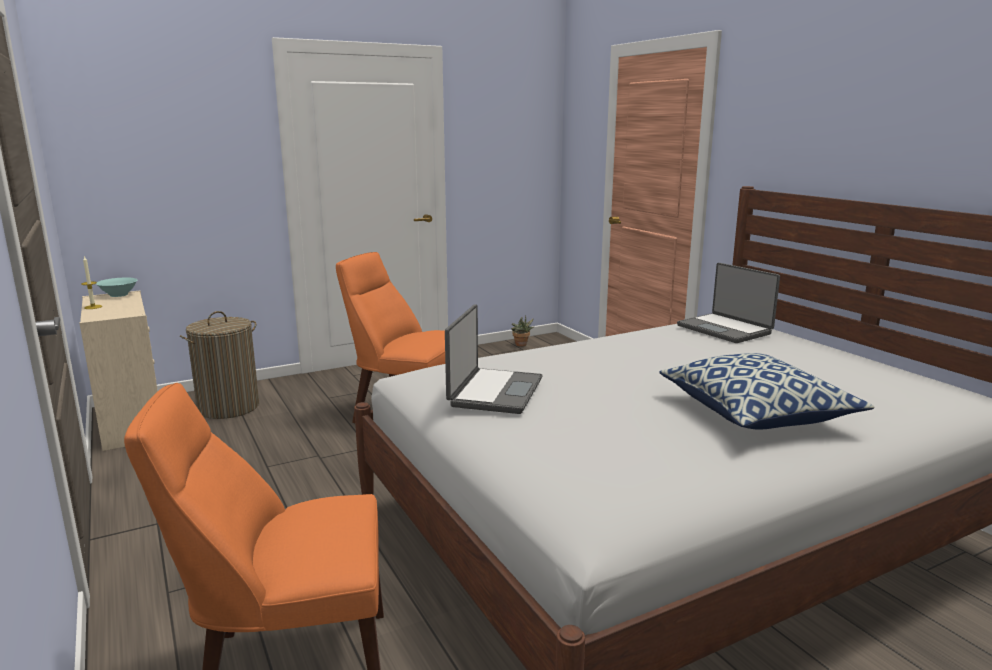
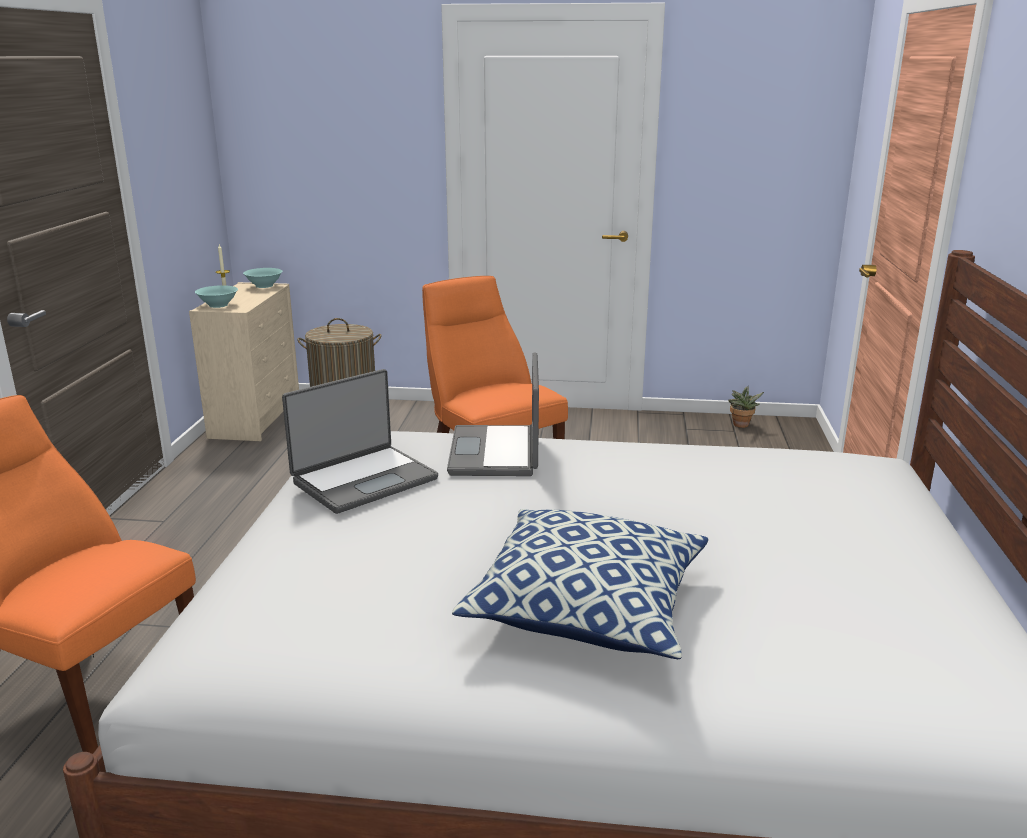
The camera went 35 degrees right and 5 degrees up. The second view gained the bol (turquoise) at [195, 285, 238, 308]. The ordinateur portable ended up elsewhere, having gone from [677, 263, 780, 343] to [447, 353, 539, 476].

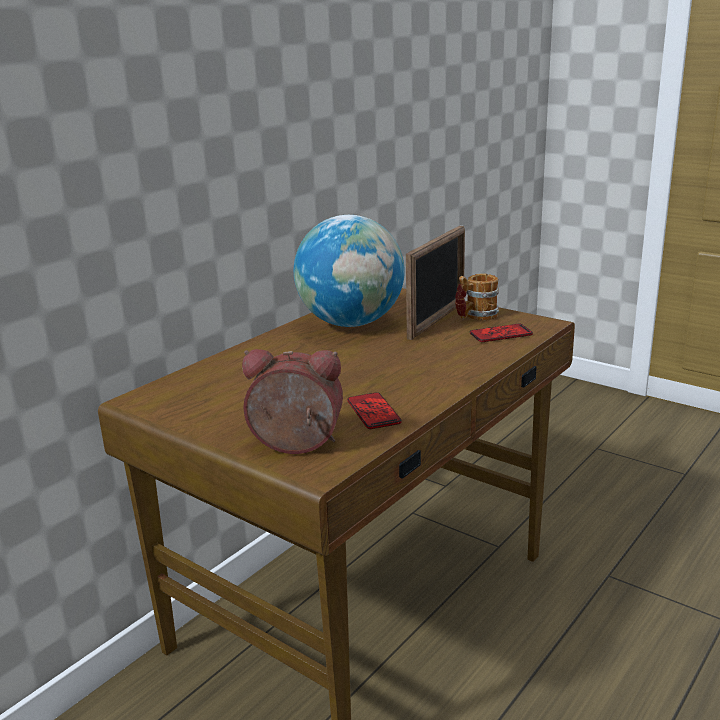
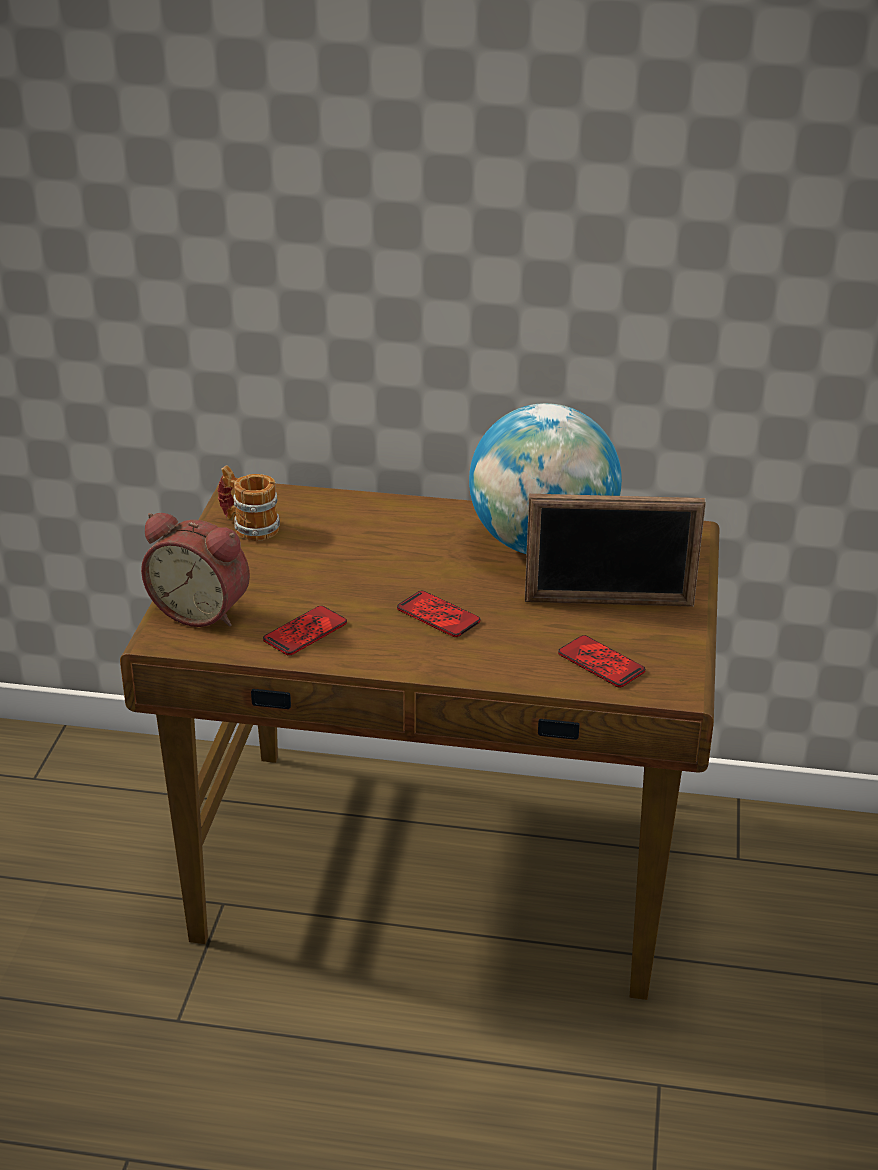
The camera went 60 degrees right and 10 degrees up. The réveil at [242, 349, 343, 454] ended up facing another way, 135 degrees clockwise from before. The mug ended up elsewhere, having gone from [455, 273, 499, 321] to [217, 465, 280, 541]. The second view gained the téléphone at [397, 591, 480, 637].

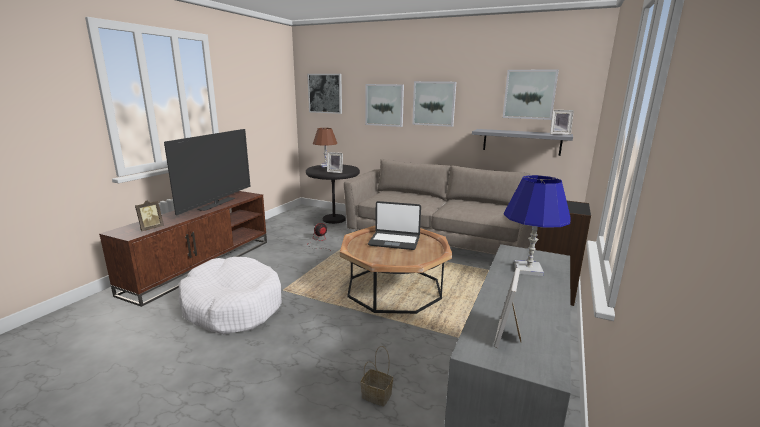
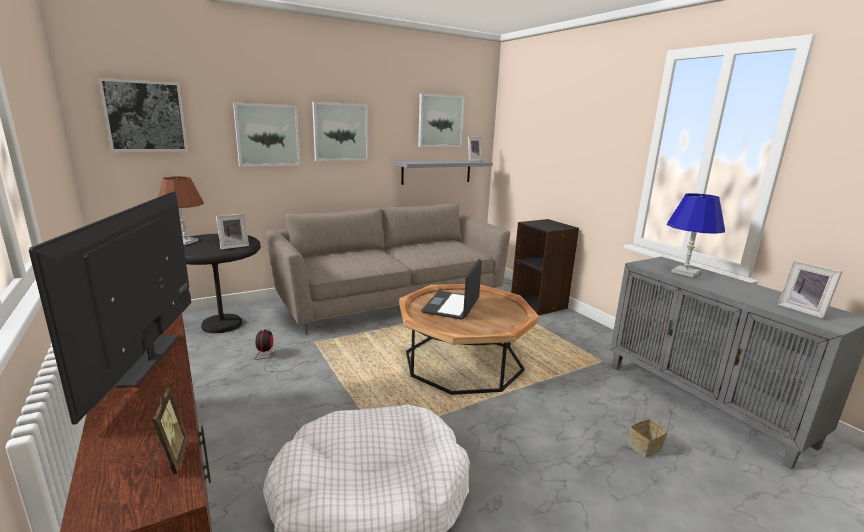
The camera went 55 degrees left and 0 degrees up. The téléviseur at [164, 129, 250, 215] ended up facing another way, 150 degrees counterclockwise from before. The ordinateur portable at [368, 201, 421, 250] ended up facing another way, 150 degrees clockwise from before.

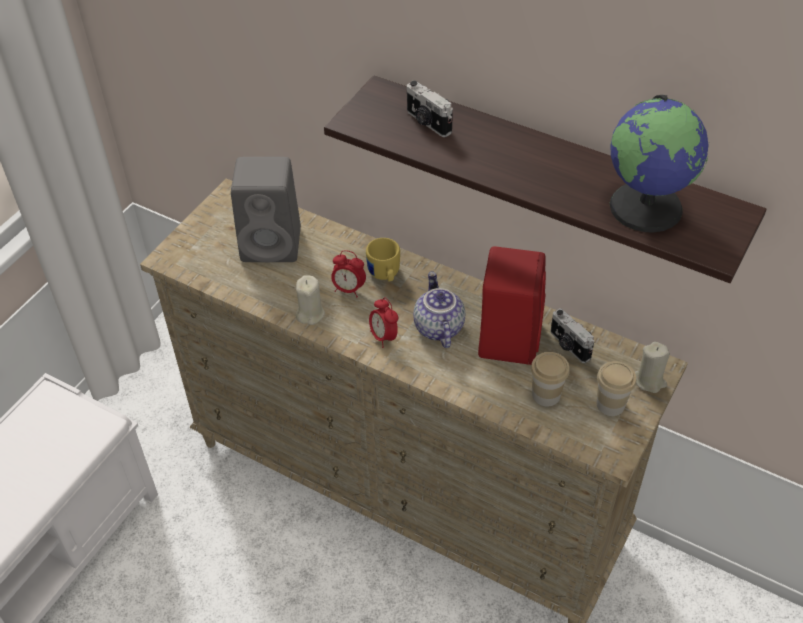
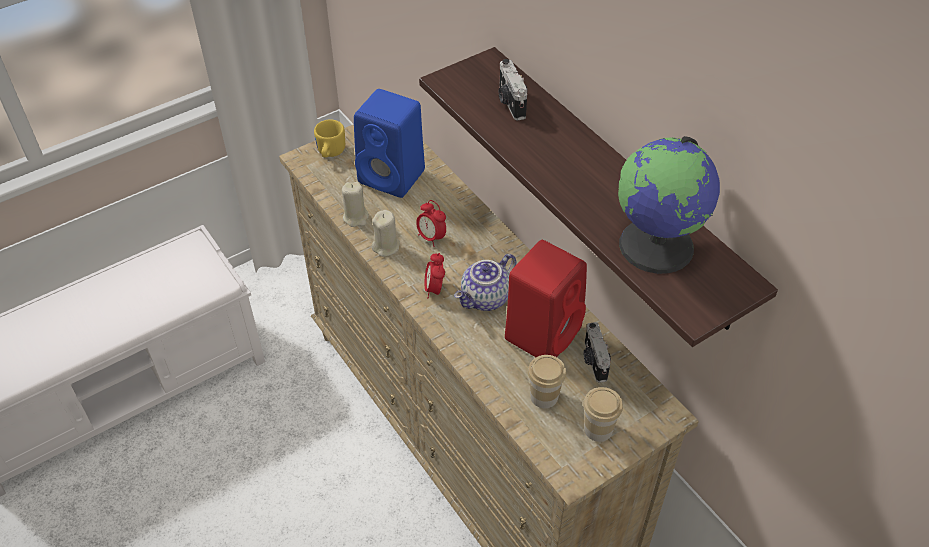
The camera went 25 degrees right and 0 degrees up. The mug (jaune) ended up elsewhere, having gone from [366, 238, 400, 281] to [314, 119, 345, 157]. The bougie (beige) ended up elsewhere, having gone from [635, 342, 670, 393] to [342, 182, 369, 227]. What was the enceinte (gris) at [231, 157, 301, 262] turned into the enceinte (bleu) at [354, 89, 425, 198]. The théière at [413, 272, 465, 348] ended up facing another way, 150 degrees counterclockwise from before.

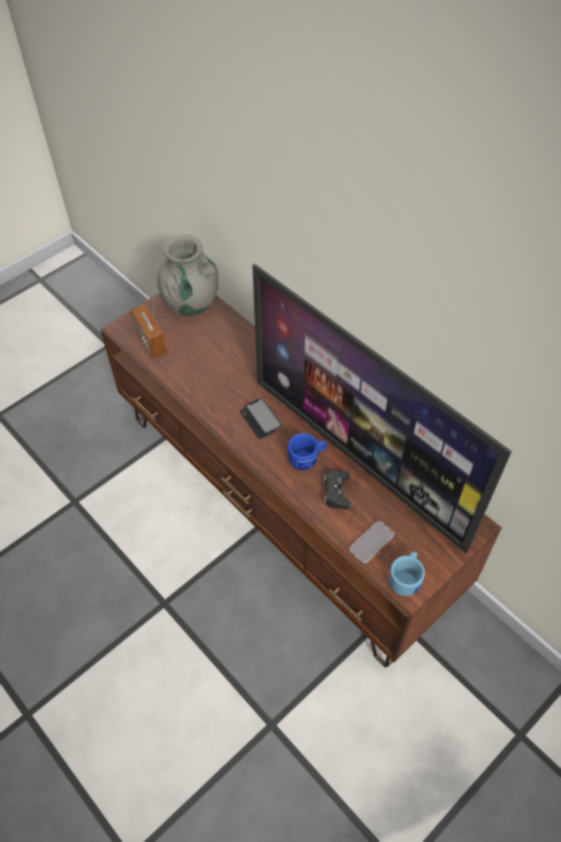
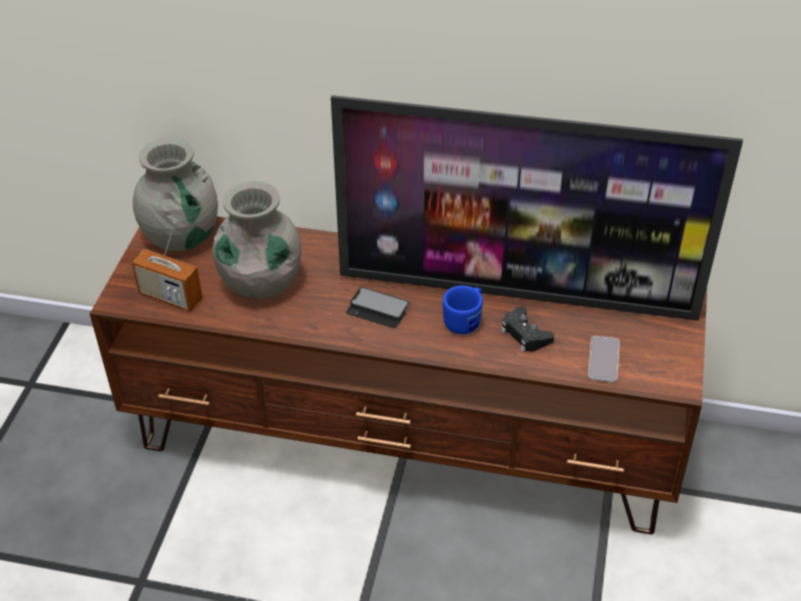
The camera went 35 degrees left and 10 degrees down. The second view gained the vase (gris) at [212, 181, 302, 299]. The second view lost the mug (bleu) at [389, 551, 425, 596].

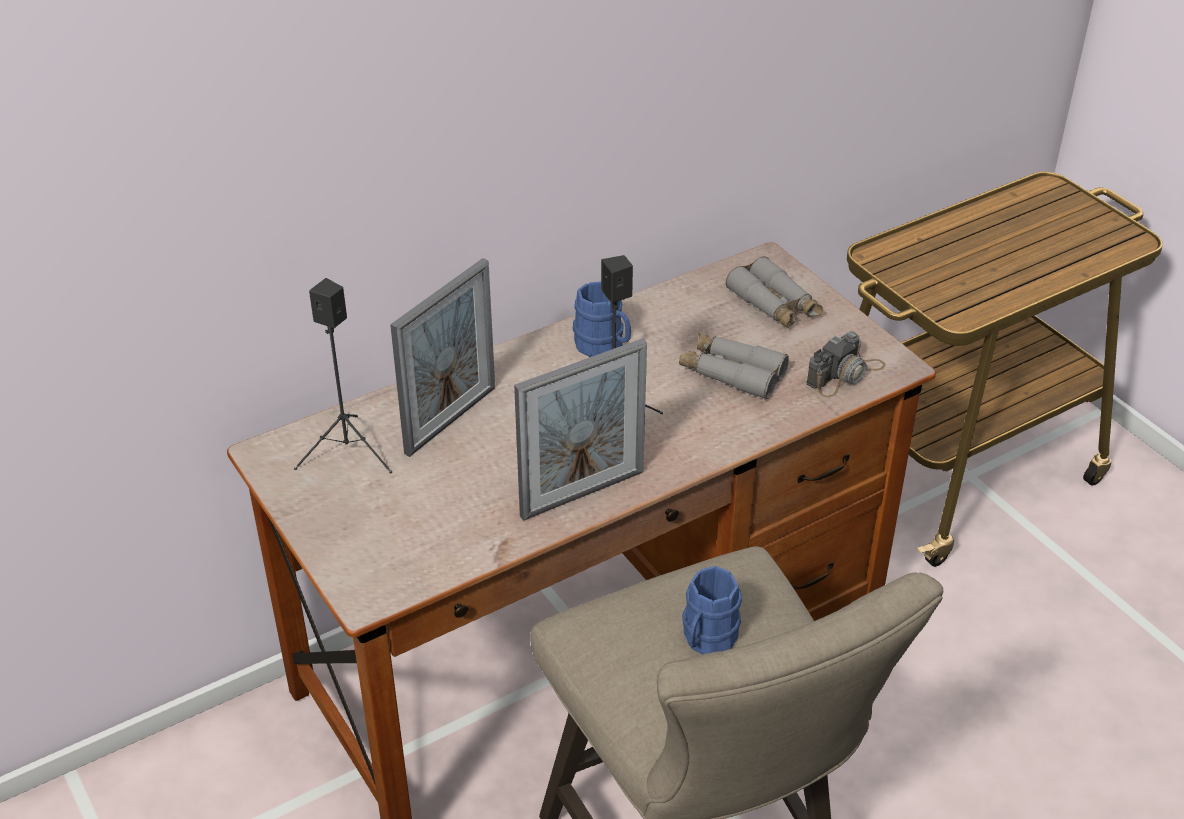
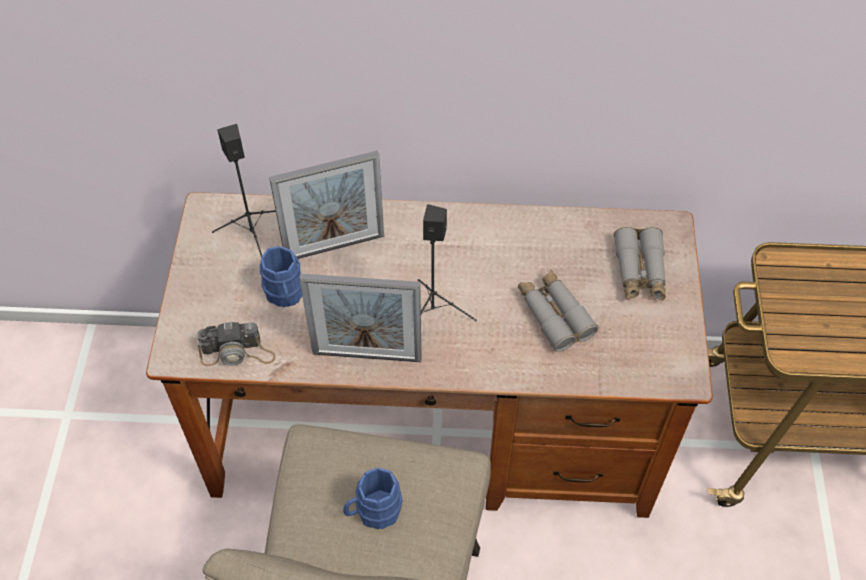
The camera went 35 degrees right and 15 degrees up. The appareil photo ended up elsewhere, having gone from [807, 331, 886, 397] to [198, 321, 276, 366]. The mug (bleu) ended up elsewhere, having gone from [573, 281, 631, 357] to [260, 246, 302, 307].

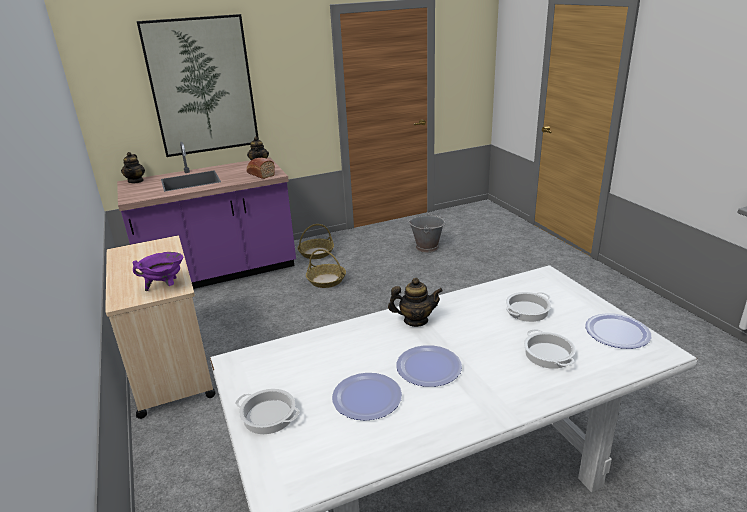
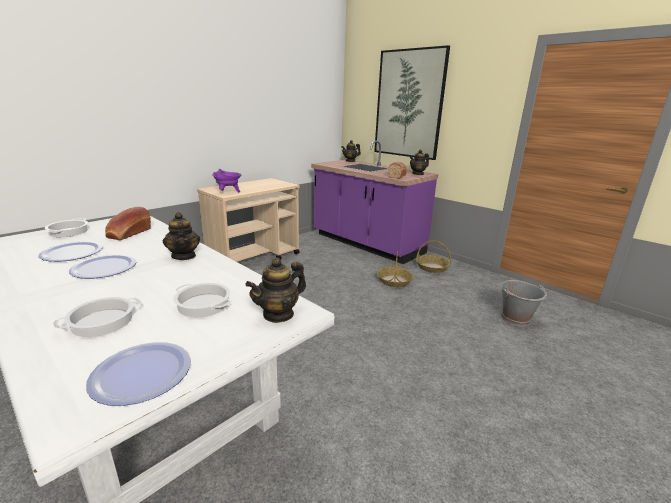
The camera went 65 degrees right and 5 degrees down. The second view gained the pain at [105, 207, 151, 240]. The second view gained the théière at [245, 257, 306, 323].

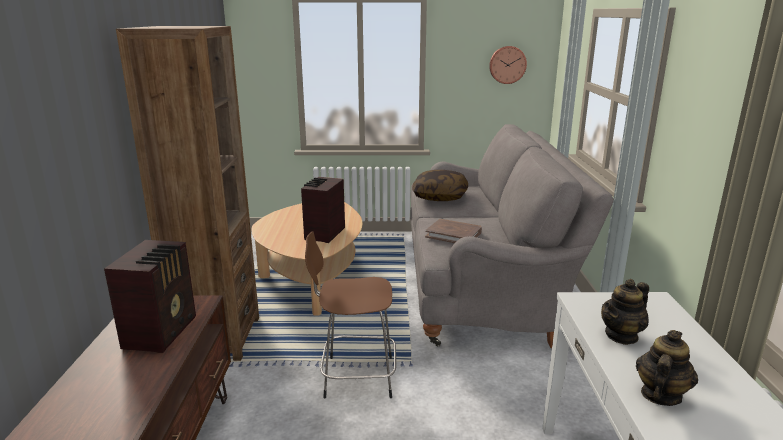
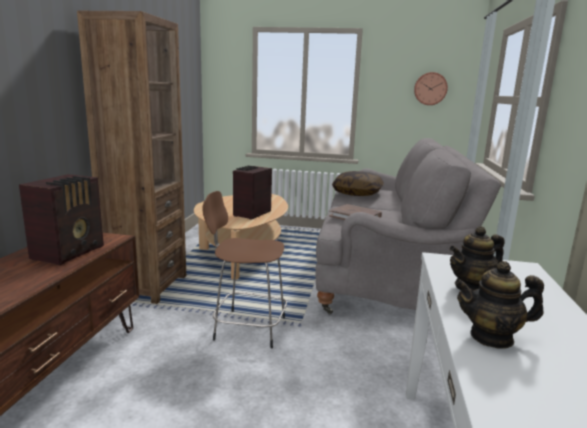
The camera went 10 degrees right and 5 degrees down. The théière at [636, 330, 698, 406] ended up facing another way, 135 degrees counterclockwise from before.

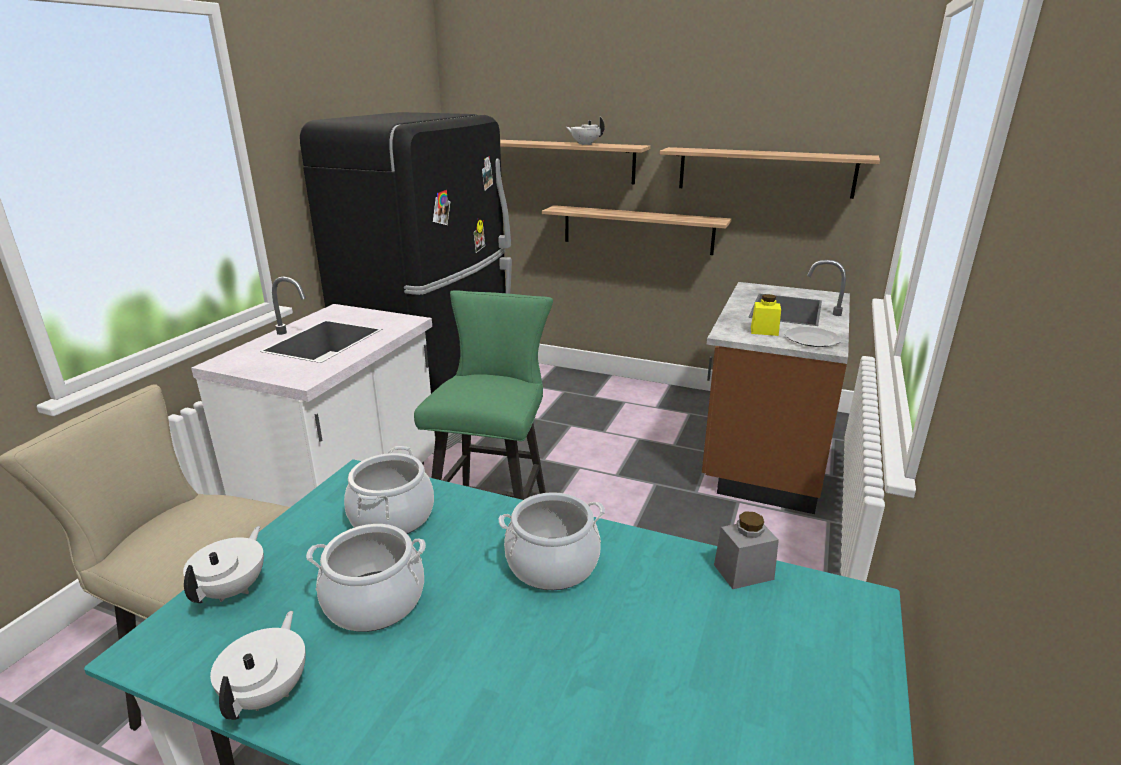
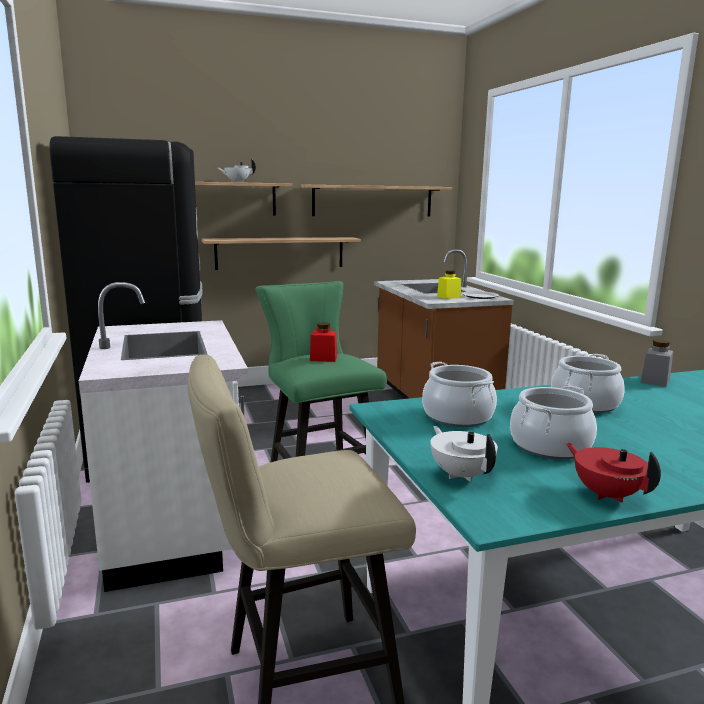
The camera went 40 degrees left and 10 degrees down. The second view gained the bocal (rouge) at [310, 322, 337, 362]. What was the théière (blanc) at [210, 611, 306, 720] turned into the théière (rouge) at [566, 443, 661, 502].

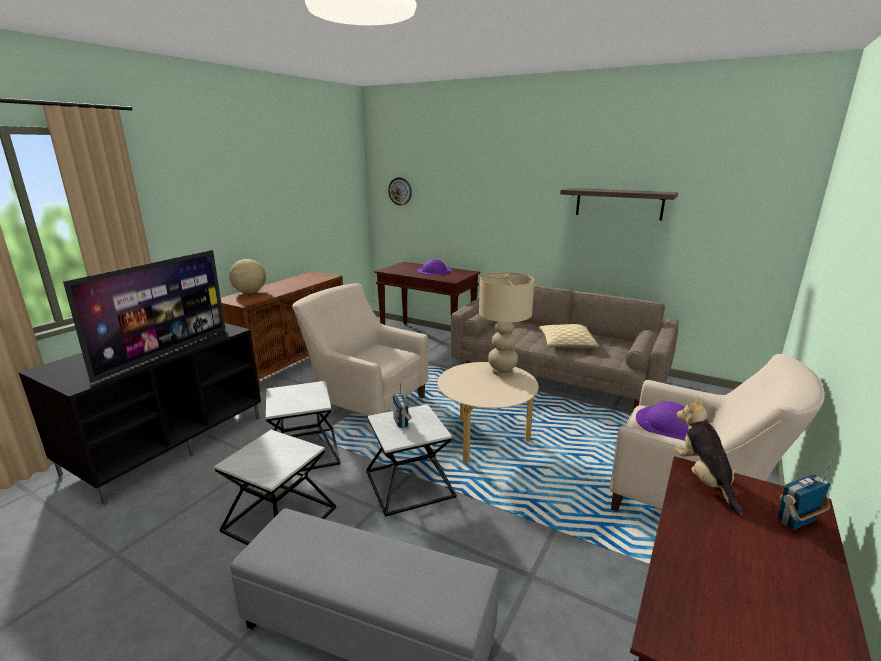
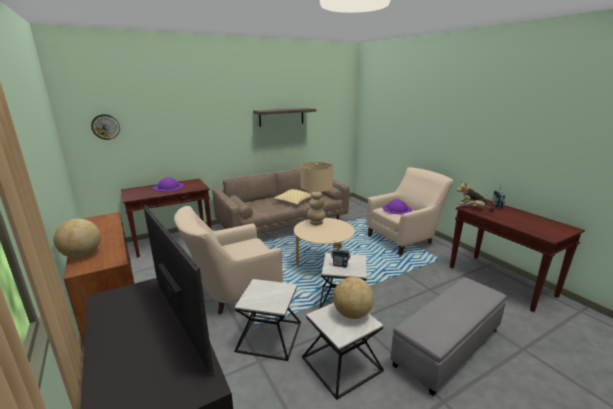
The camera went 60 degrees left and 0 degrees up. The second view gained the globe at [333, 277, 374, 319].

